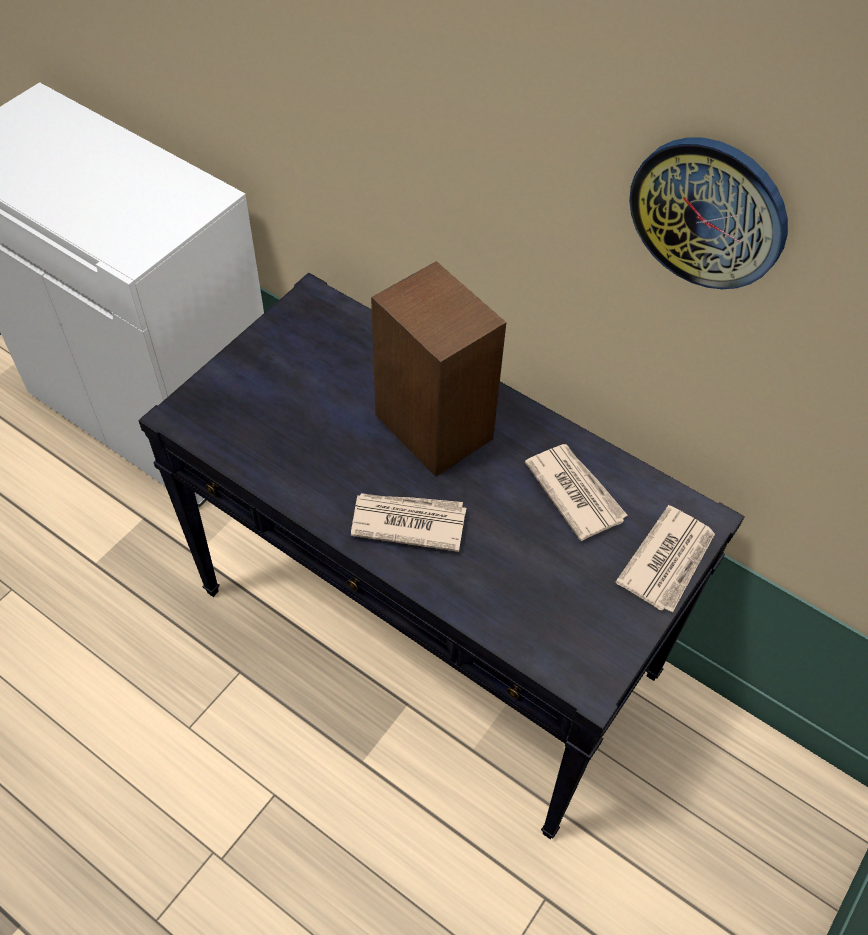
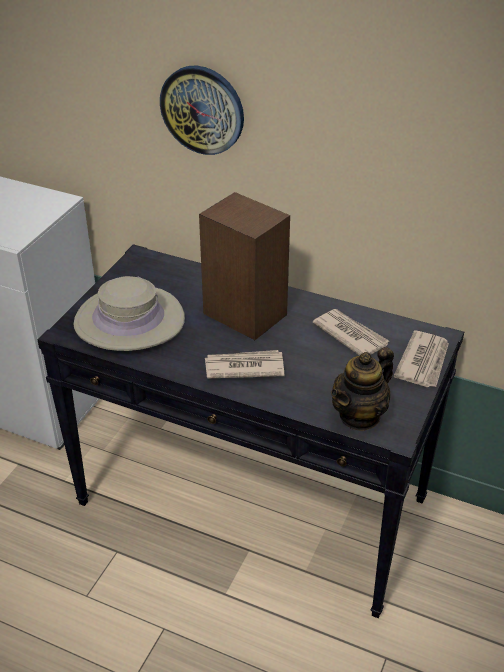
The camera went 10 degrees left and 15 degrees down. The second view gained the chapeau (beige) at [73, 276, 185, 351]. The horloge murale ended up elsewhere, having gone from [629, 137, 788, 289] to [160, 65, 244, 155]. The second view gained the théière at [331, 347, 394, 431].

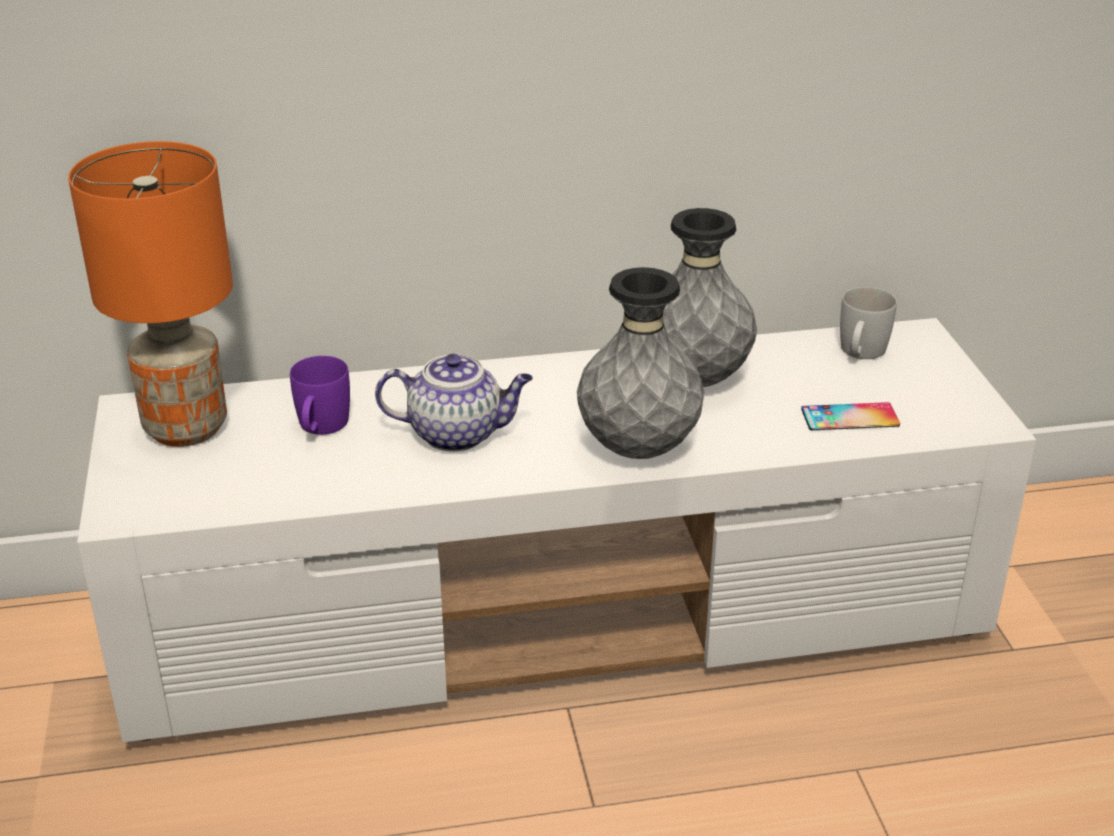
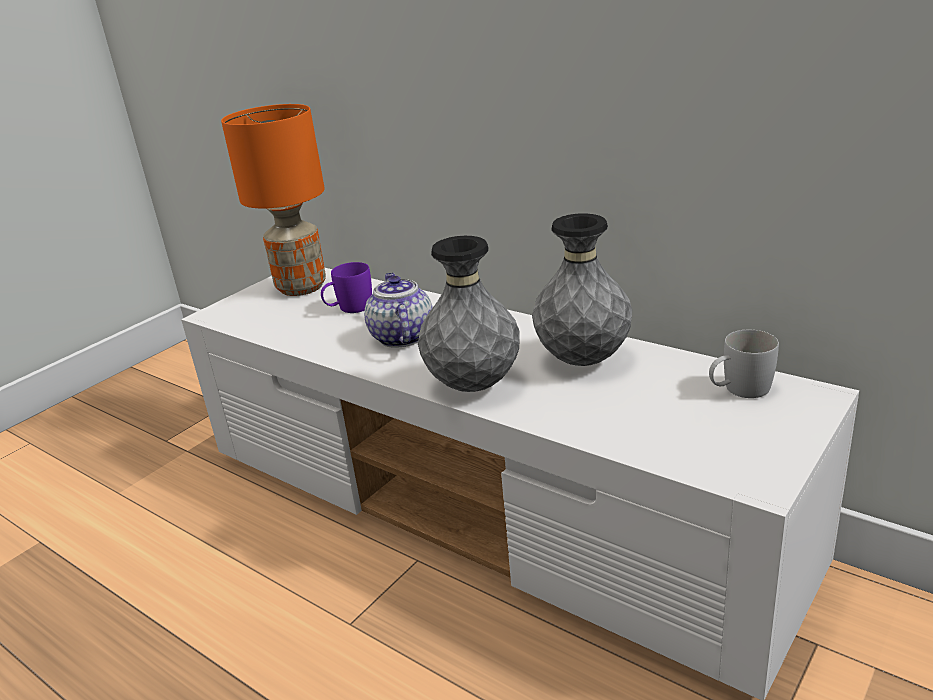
The camera went 50 degrees right and 5 degrees down. The théière at [375, 354, 533, 452] ended up facing another way, 150 degrees counterclockwise from before. The second view lost the téléphone at [801, 402, 900, 430].

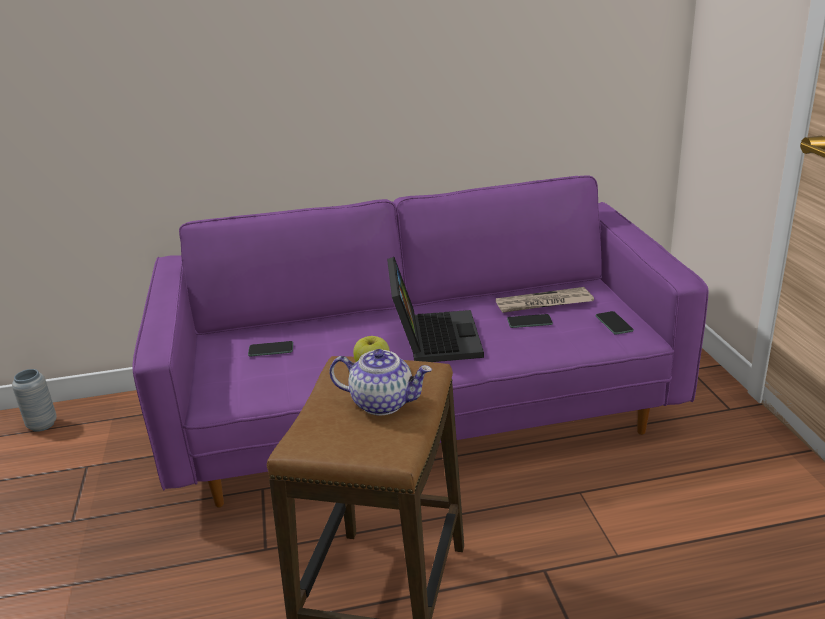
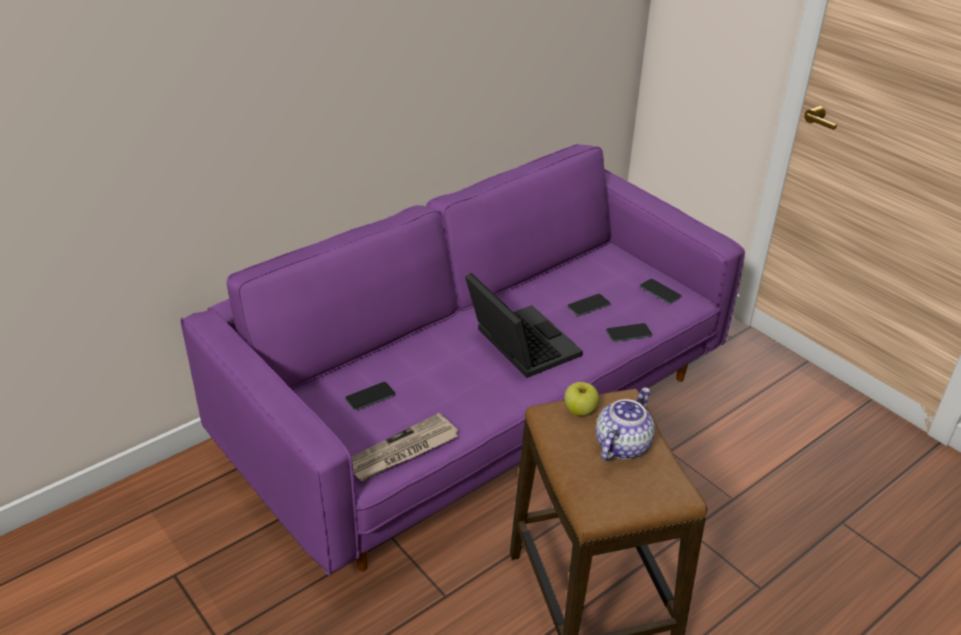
The camera went 30 degrees left and 10 degrees up. The journal ended up elsewhere, having gone from [496, 287, 594, 313] to [351, 412, 458, 481]. The théière at [329, 349, 432, 415] ended up facing another way, 45 degrees counterclockwise from before. The second view gained the téléphone at [606, 323, 652, 342]. The second view lost the vase (gris) at [12, 369, 57, 432].

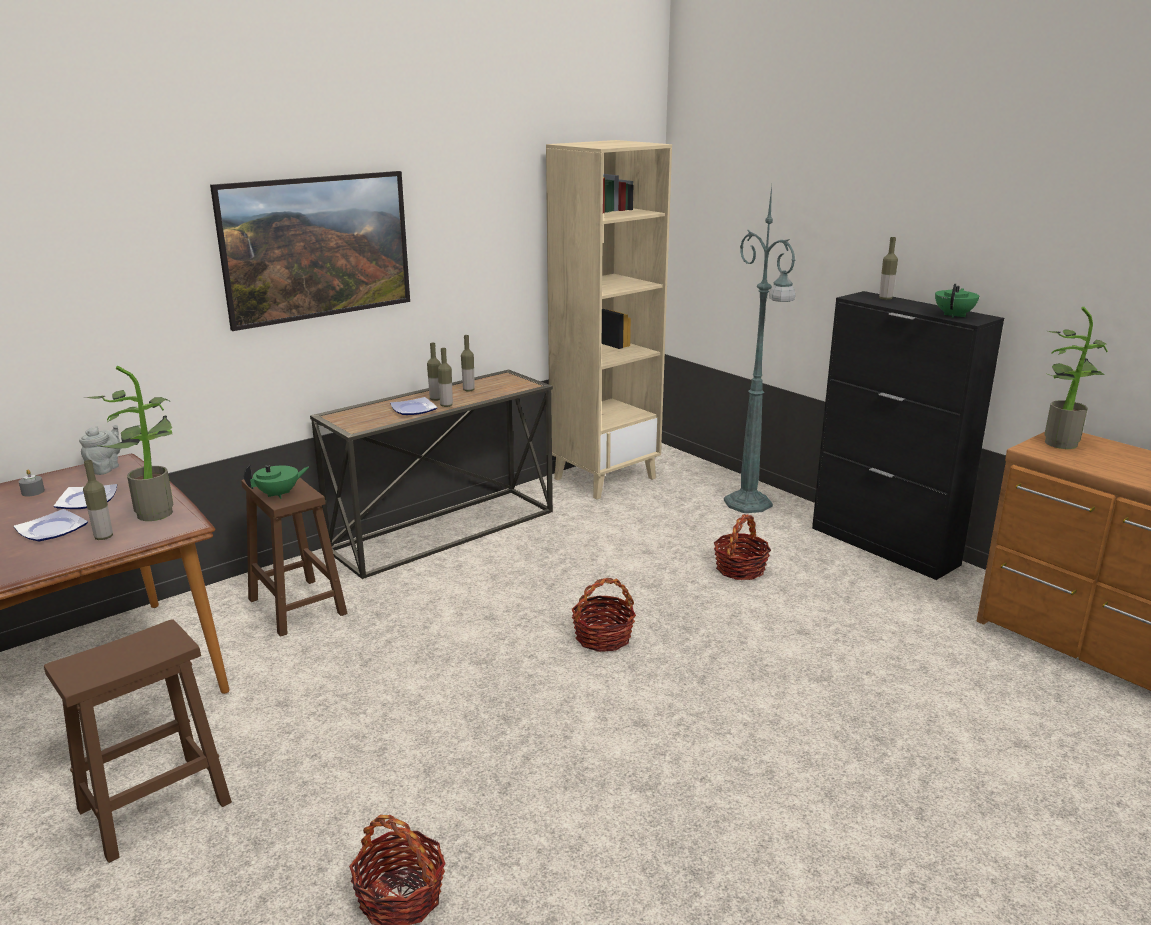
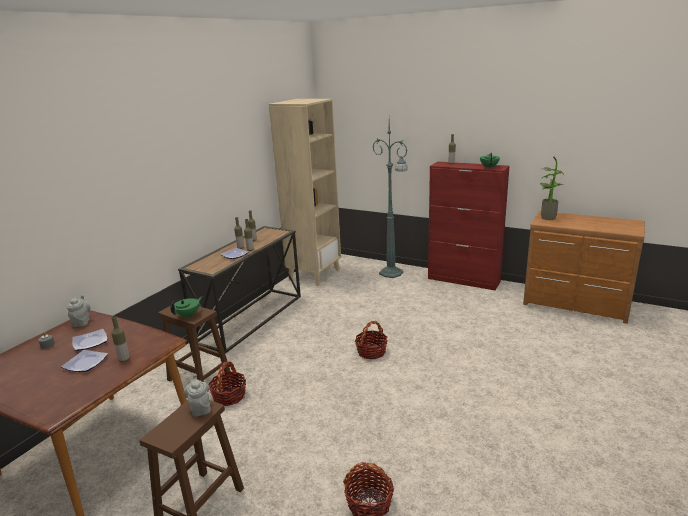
The camera went 20 degrees left and 0 degrees up. The second view gained the théière (gris) at [184, 374, 211, 417]. The panier ended up elsewhere, having gone from [714, 514, 771, 580] to [208, 361, 246, 406]. What was the meuble de rangement (noir) at [812, 291, 1004, 580] turned into the meuble de rangement (rouge) at [428, 161, 510, 290]. The second view lost the plante en pot at [86, 366, 173, 521]. The second view lost the tableau at [210, 171, 410, 331].

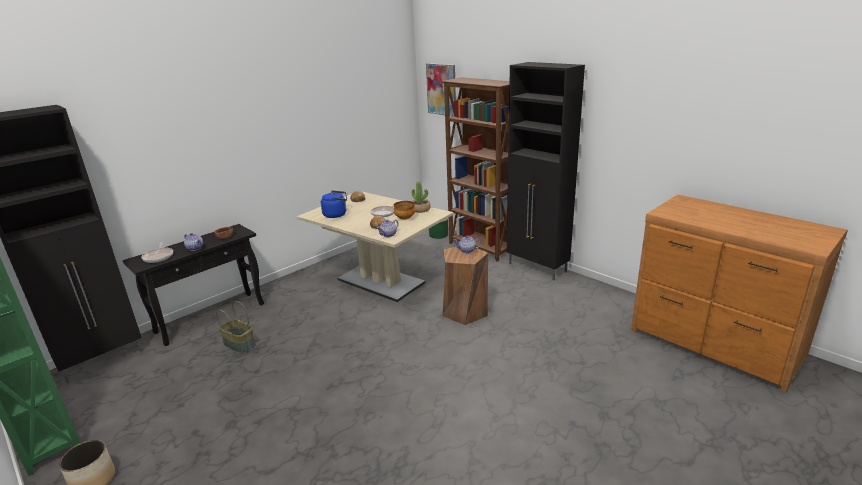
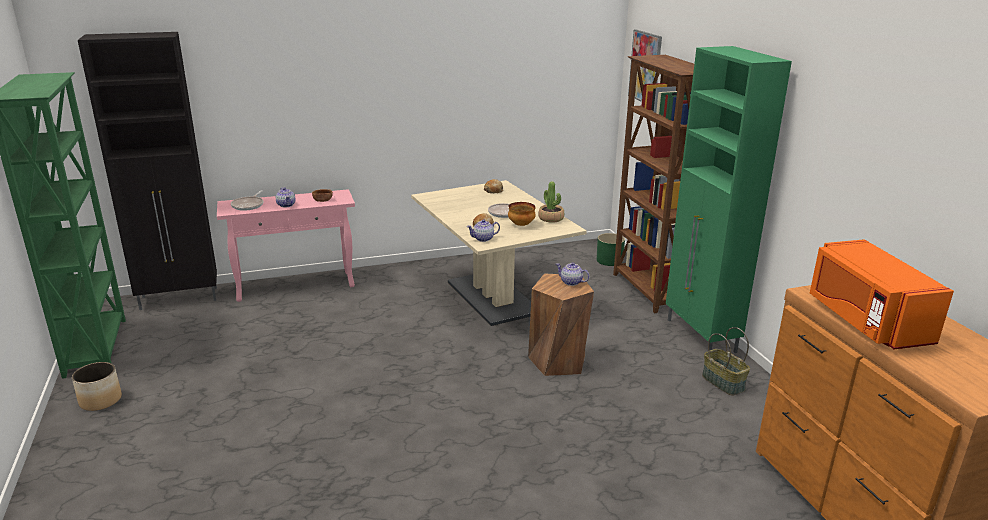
The camera went 25 degrees right and 0 degrees up. What was the table console (noir) at [123, 224, 264, 346] turned into the table console (rose) at [217, 189, 355, 302]. What was the meuble de rangement (noir) at [507, 62, 585, 280] turned into the meuble de rangement (vert) at [666, 46, 792, 353]. The panier ended up elsewhere, having gone from [216, 301, 256, 353] to [702, 327, 750, 395]. The second view gained the micro-ondes (orange) at [810, 239, 954, 349]. The second view lost the bouilloire (bleu) at [321, 190, 347, 218].

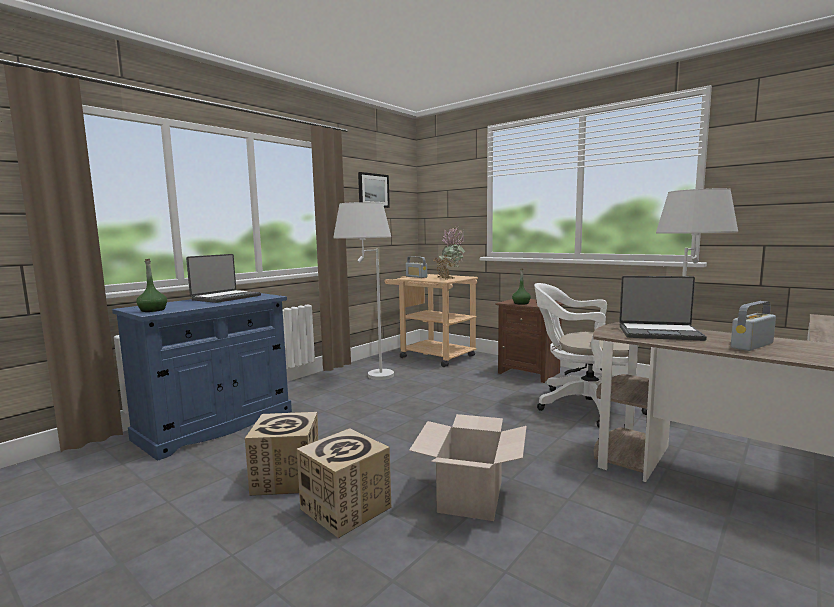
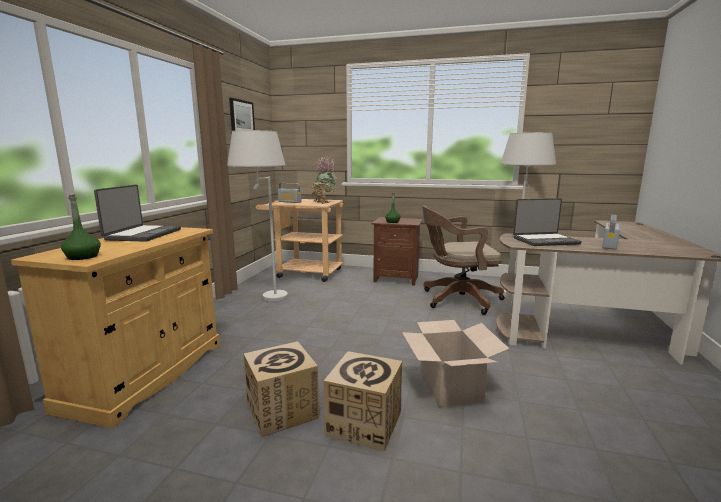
The camera went 25 degrees left and 5 degrees up. What was the meuble de rangement (bleu) at [112, 293, 292, 461] turned into the meuble de rangement (beige) at [11, 227, 220, 428]. What was the chaise de bureau (blanc) at [534, 283, 647, 427] turned into the chaise de bureau (marron) at [422, 205, 505, 315].

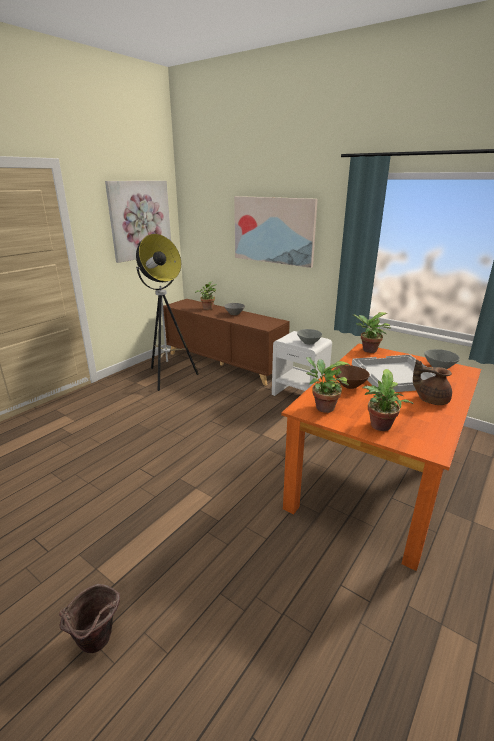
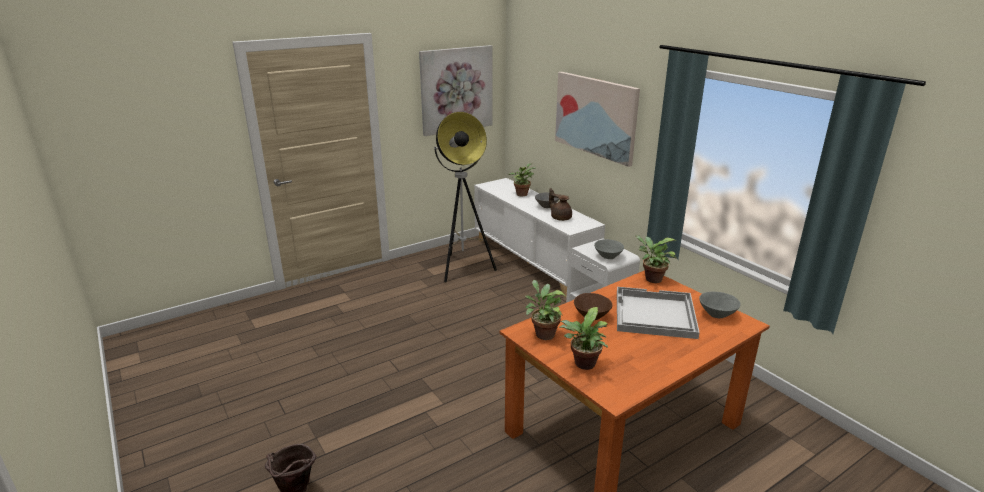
The camera went 20 degrees right and 0 degrees up. What was the meuble de rangement (marron) at [163, 299, 290, 386] turned into the meuble de rangement (blanc) at [474, 178, 605, 298]. The théière (marron) ended up elsewhere, having gone from [413, 359, 452, 405] to [549, 188, 572, 221].

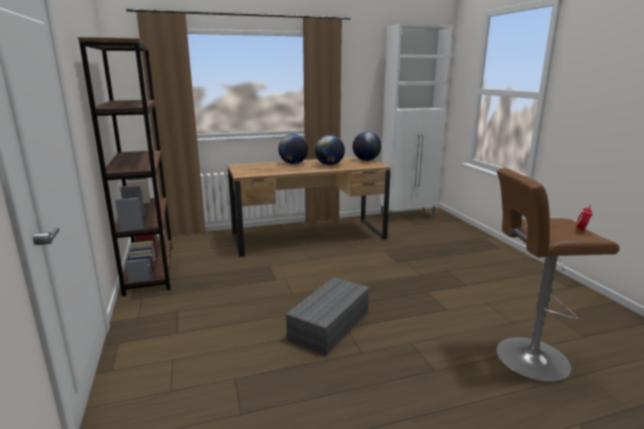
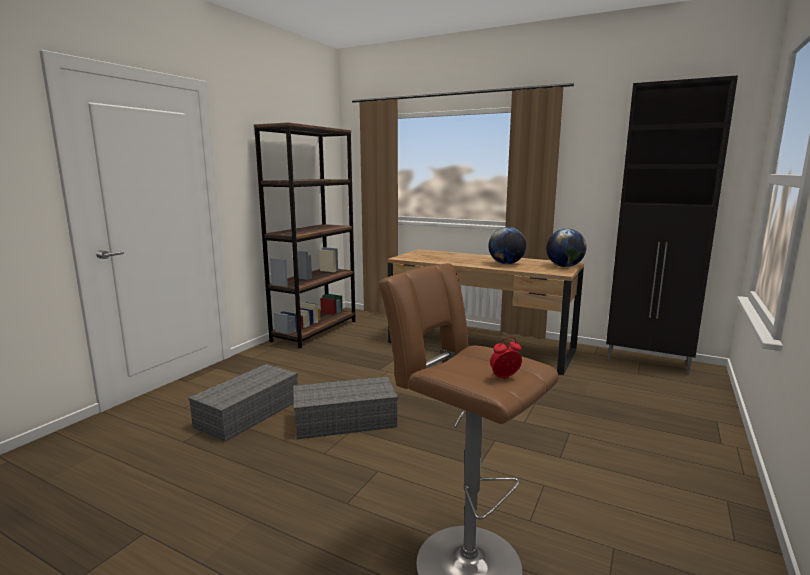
The camera went 45 degrees right and 5 degrees down. The second view gained the boîte de rangement (gris) at [188, 364, 298, 442]. What was the meuble de rangement (blanc) at [379, 23, 454, 222] turned into the meuble de rangement (noir) at [606, 75, 738, 374]. The second view lost the globe at [278, 134, 308, 164].

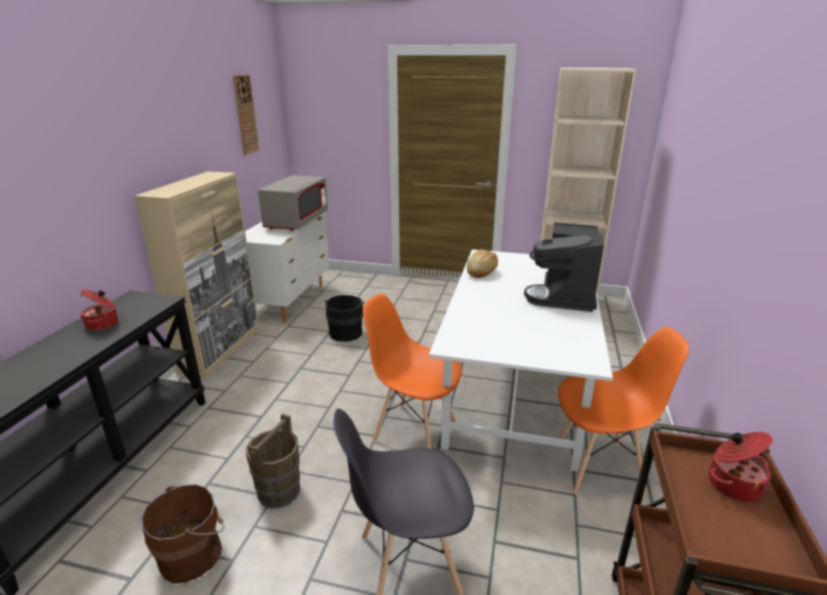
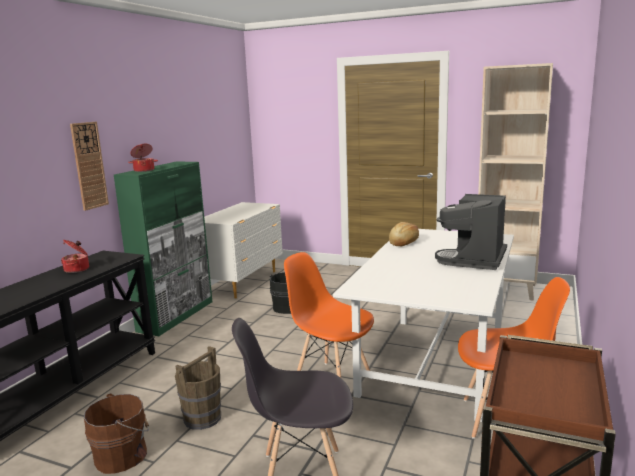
The camera went 10 degrees right and 10 degrees down. The horloge murale ended up elsewhere, having gone from [233, 75, 259, 155] to [70, 122, 109, 211]. What was the meuble de rangement (beige) at [134, 171, 259, 379] turned into the meuble de rangement (vert) at [114, 161, 212, 336]. The marmite ended up elsewhere, having gone from [708, 432, 772, 502] to [128, 144, 158, 172]. The second view lost the micro-ondes (gris) at [258, 175, 328, 231].

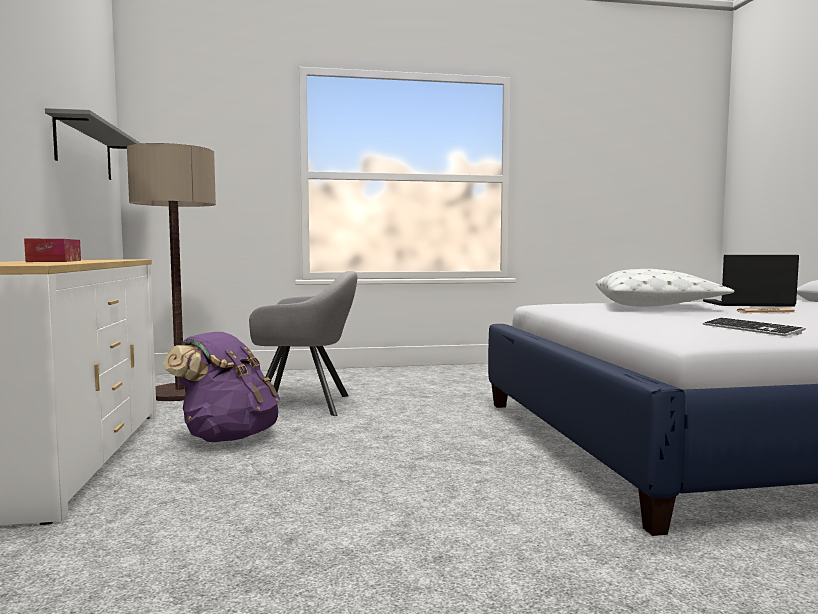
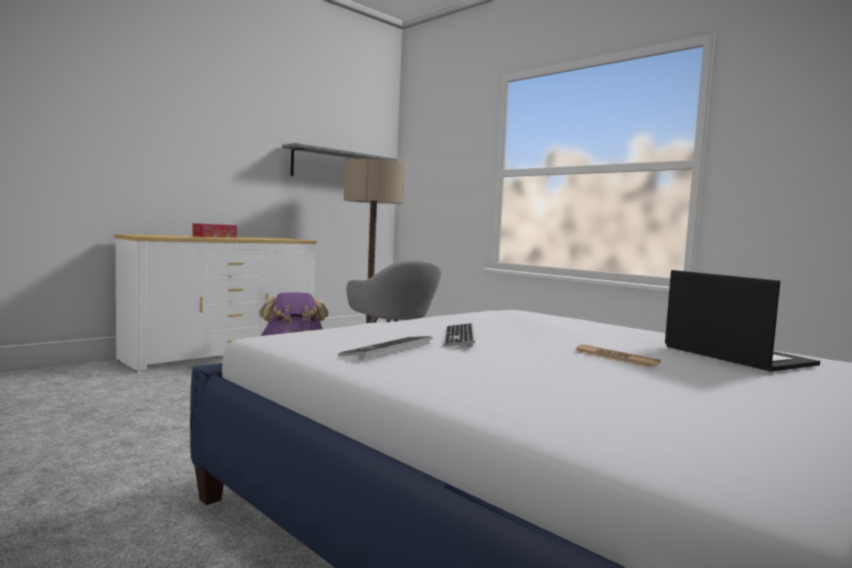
The camera went 55 degrees right and 0 degrees up. The second view gained the clavier at [443, 323, 475, 347]. The second view lost the coussin (blanc) at [596, 269, 734, 306].

